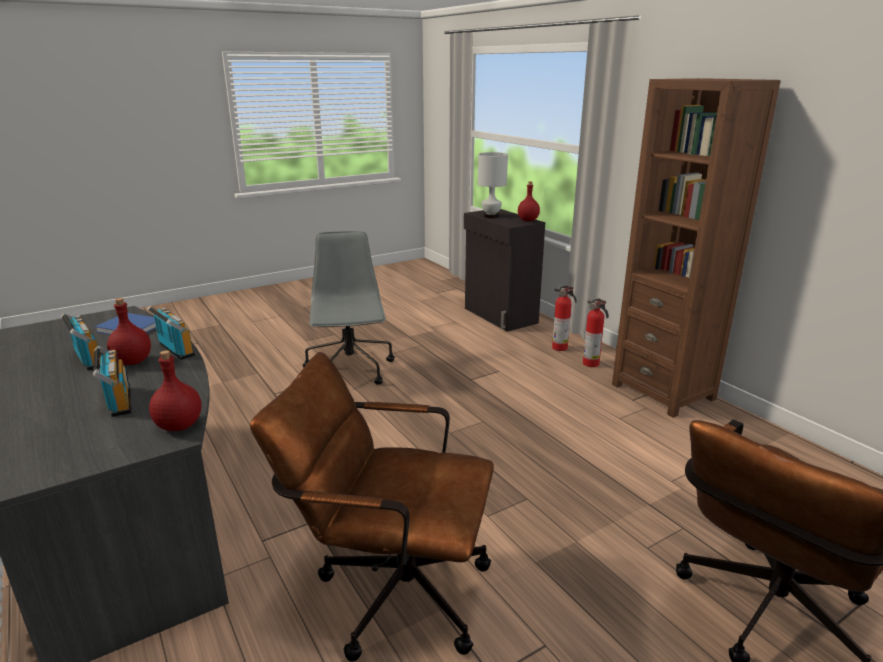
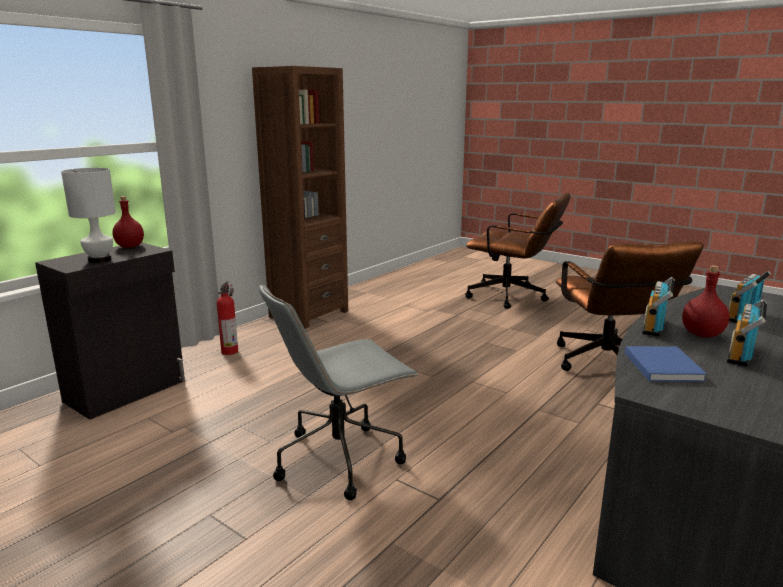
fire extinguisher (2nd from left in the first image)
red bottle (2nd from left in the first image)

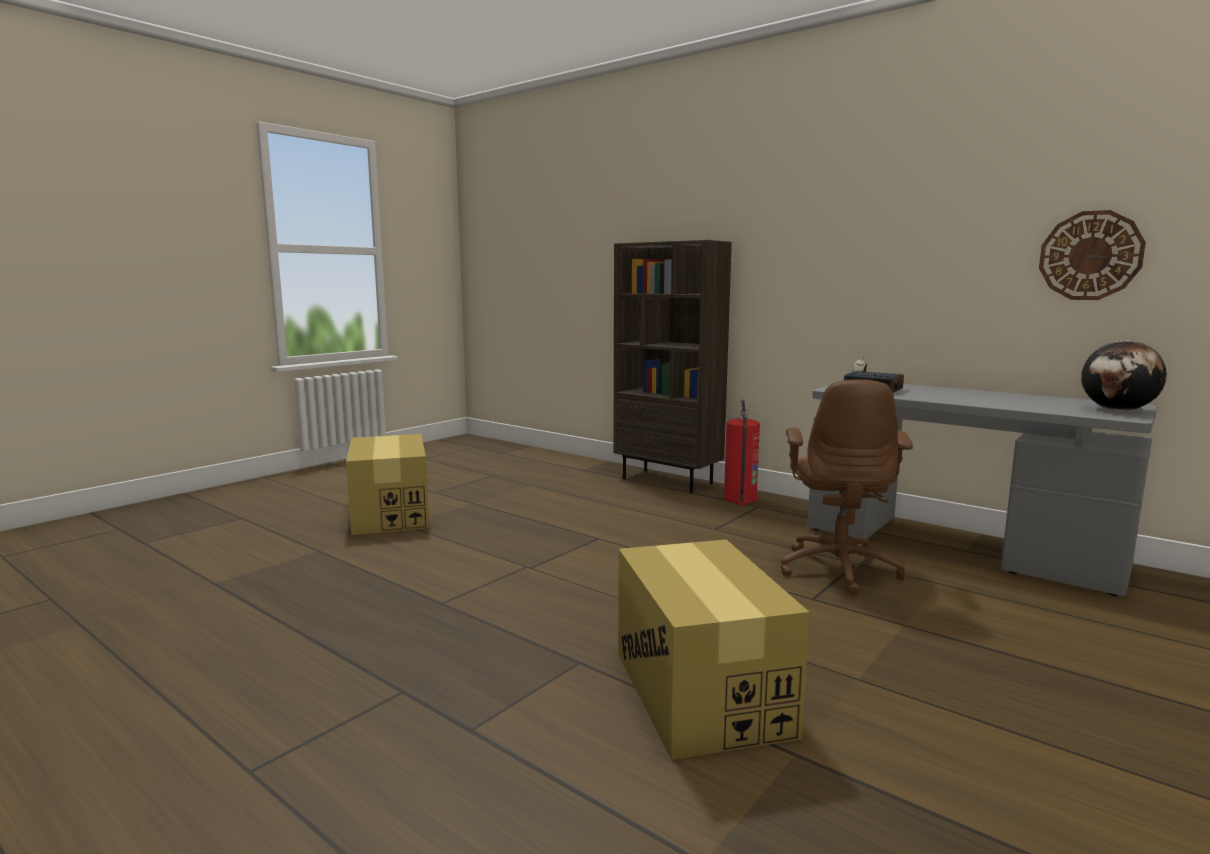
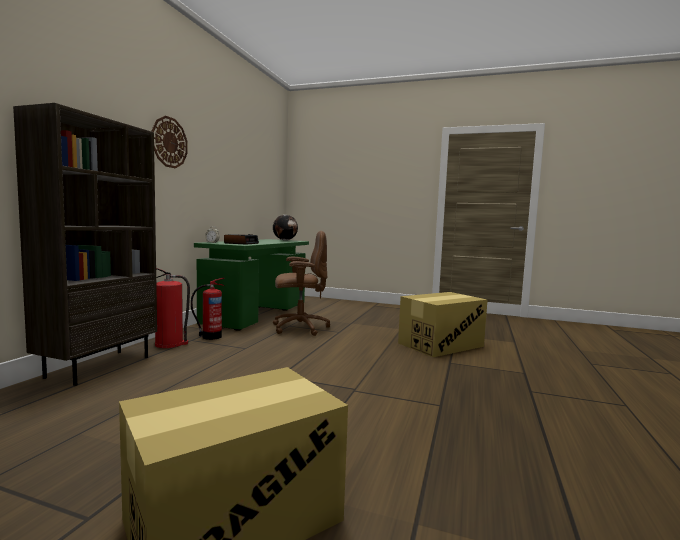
wall clock
green desk
fire extinguisher (2nd from left)

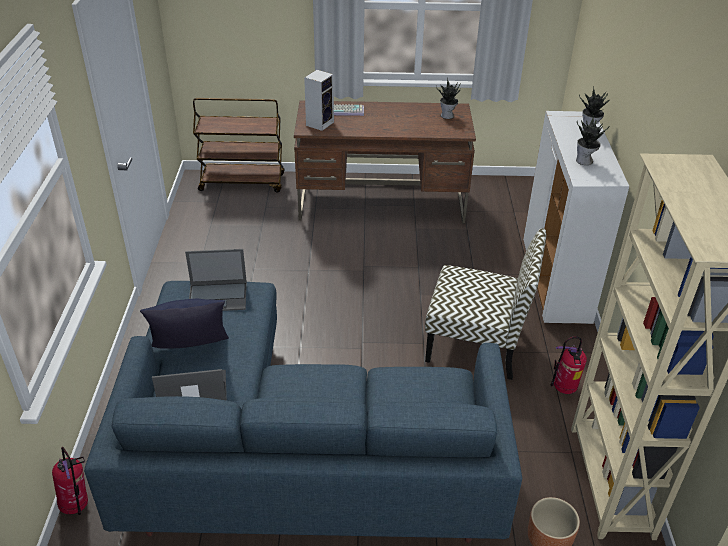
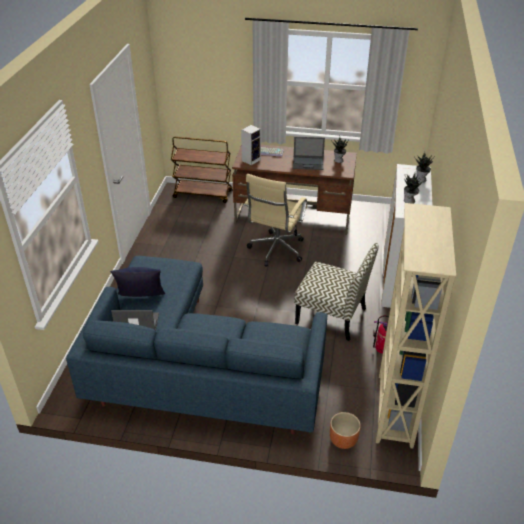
laptop (2nd from left)
fire extinguisher (1st from left in the first image)
beige office chair

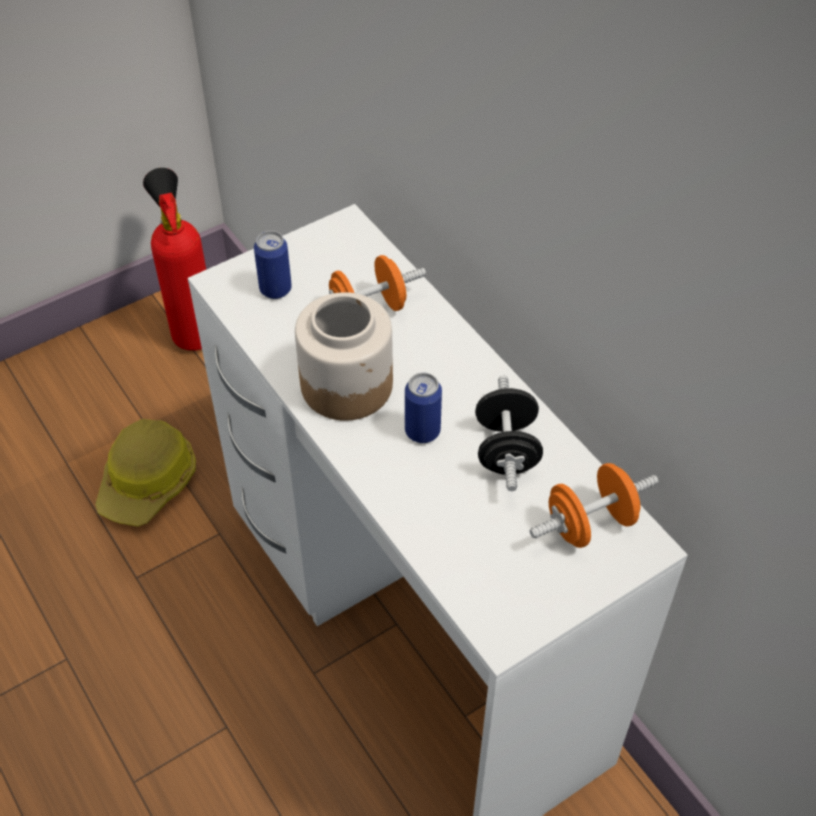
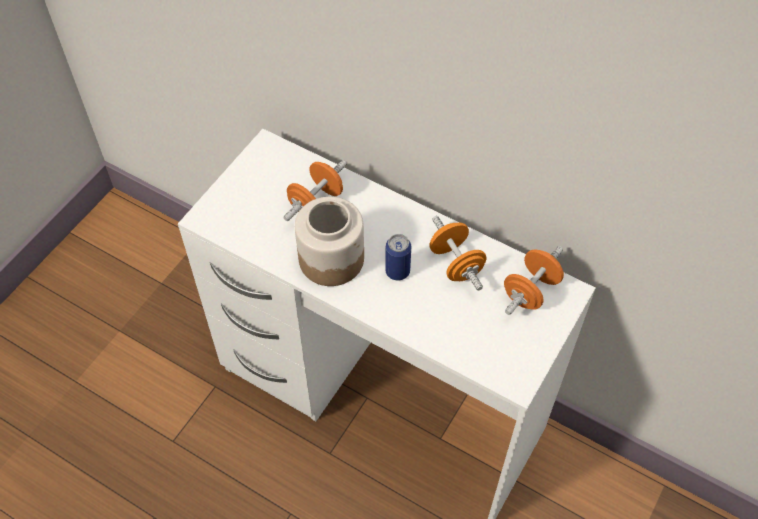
fire extinguisher
can (1st from left in the first image)
orange dumbbell (2nd from left)
hard hat

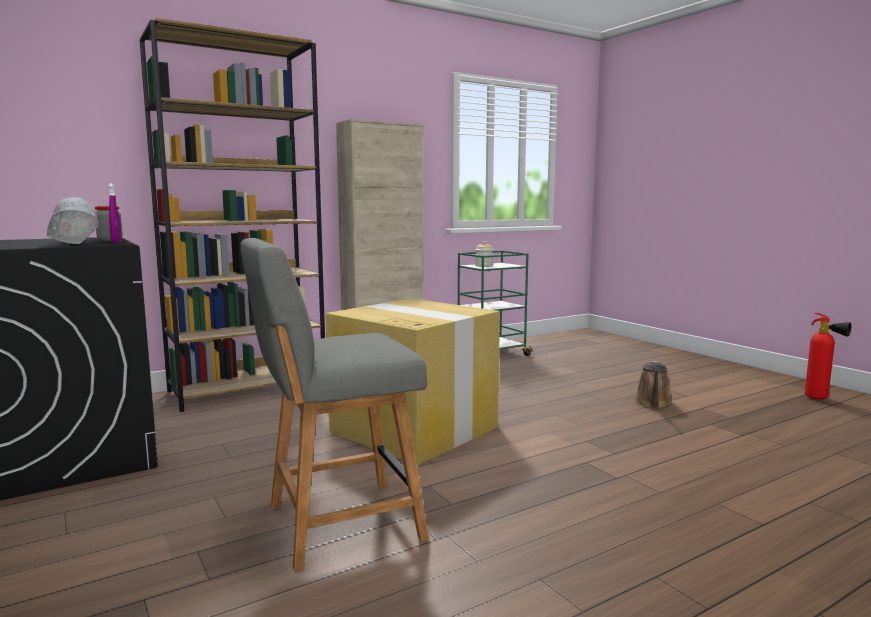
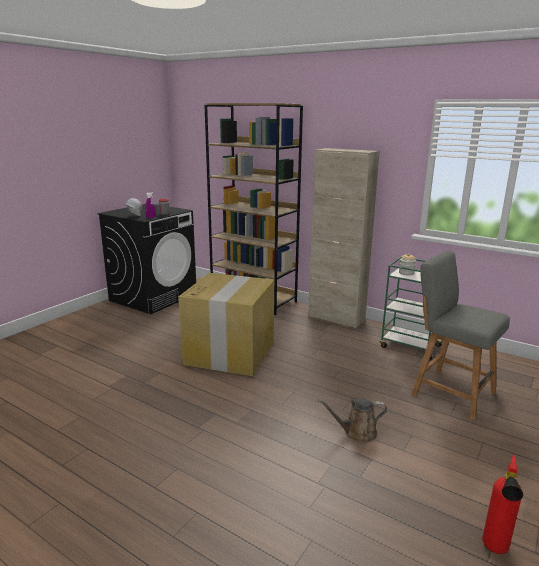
grey chair

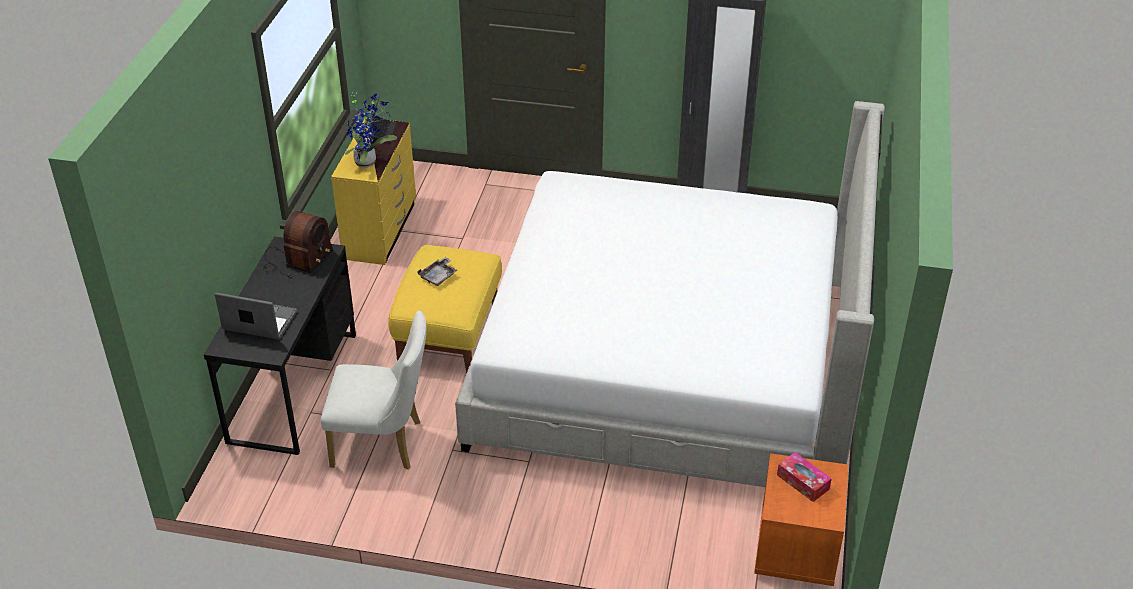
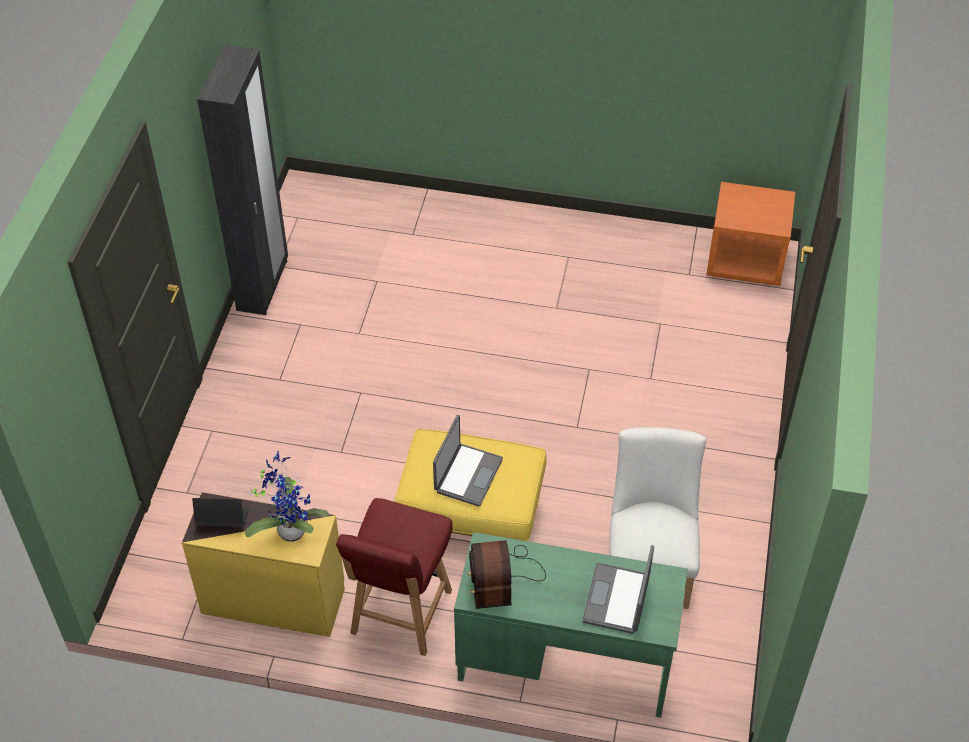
bed
radio
green desk
laptop (2nd from left)
tissue box
red chair

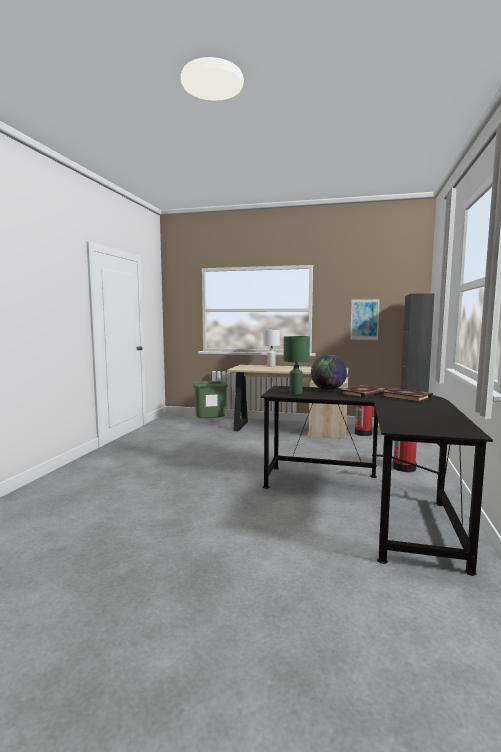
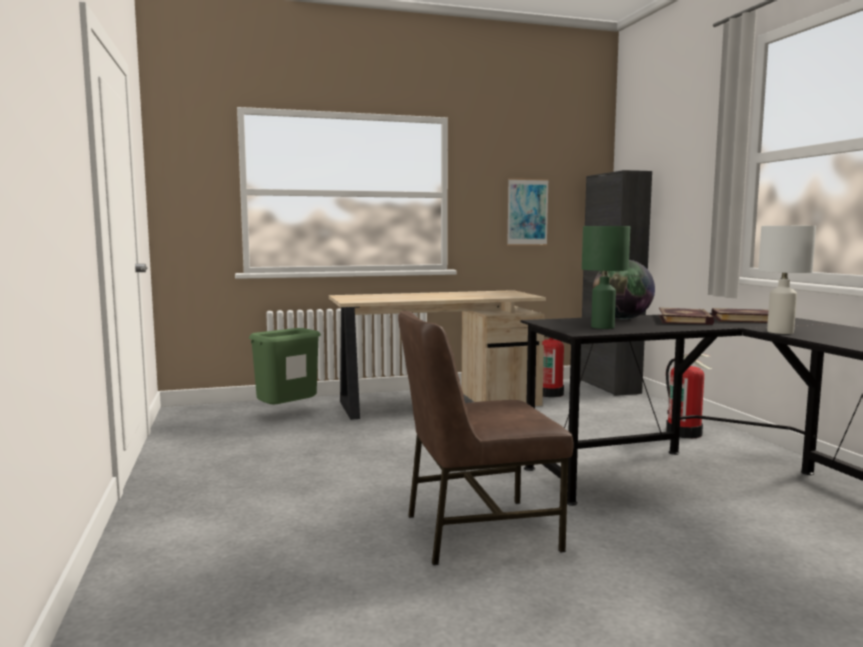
white table lamp
brown chair

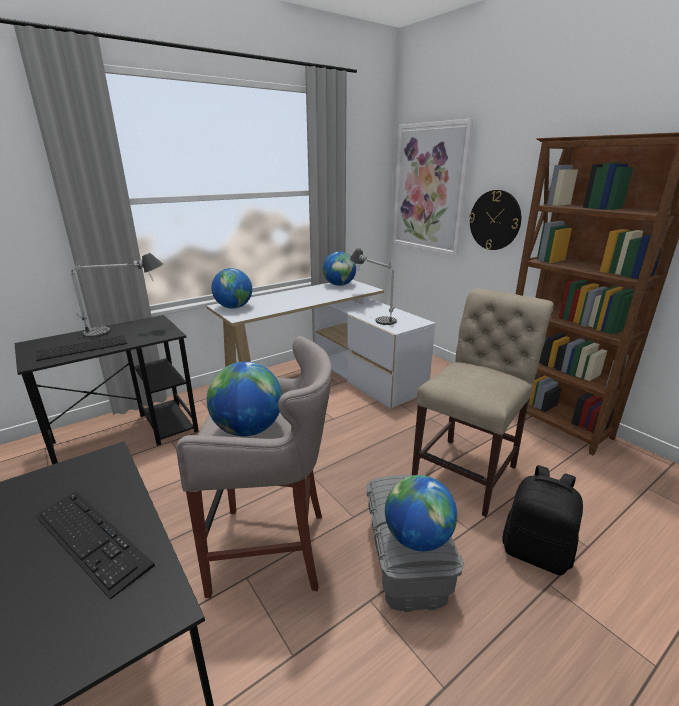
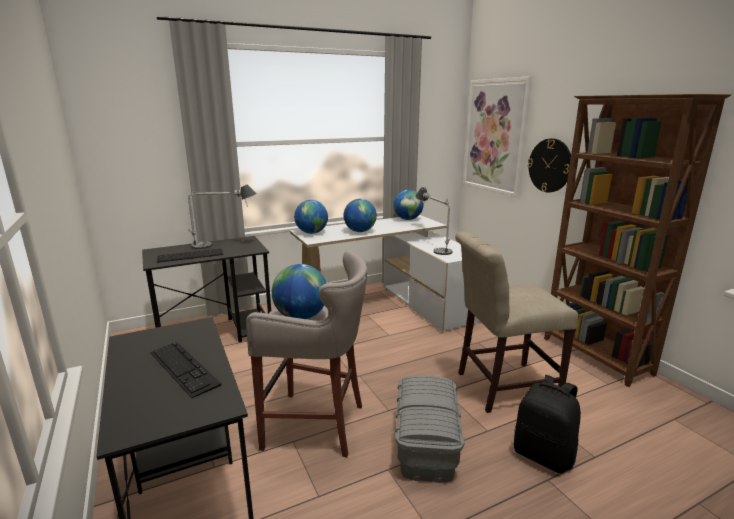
beige chair
globe (3rd from left)

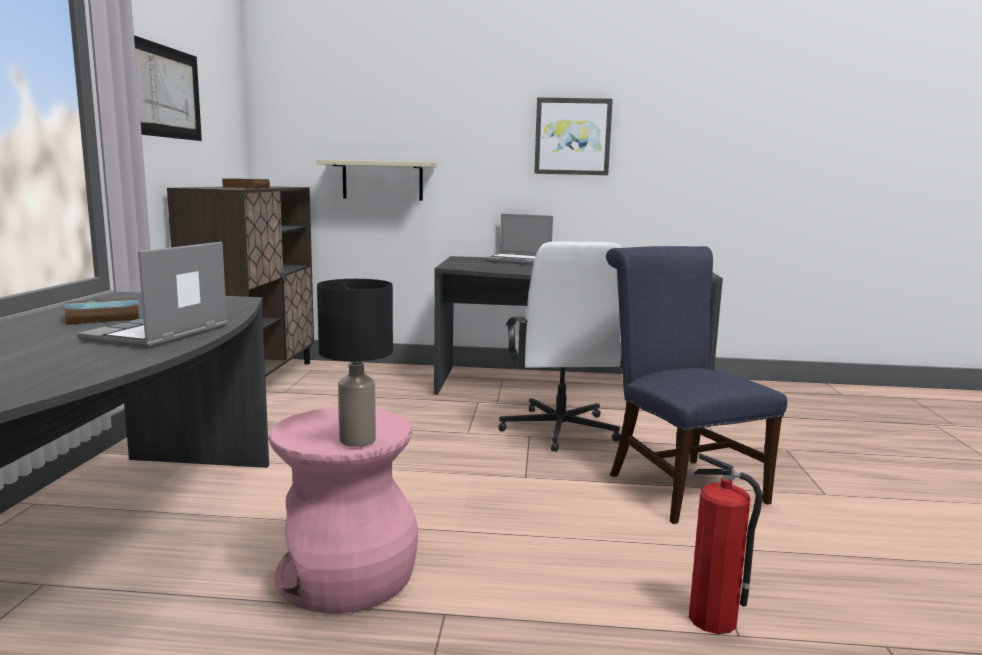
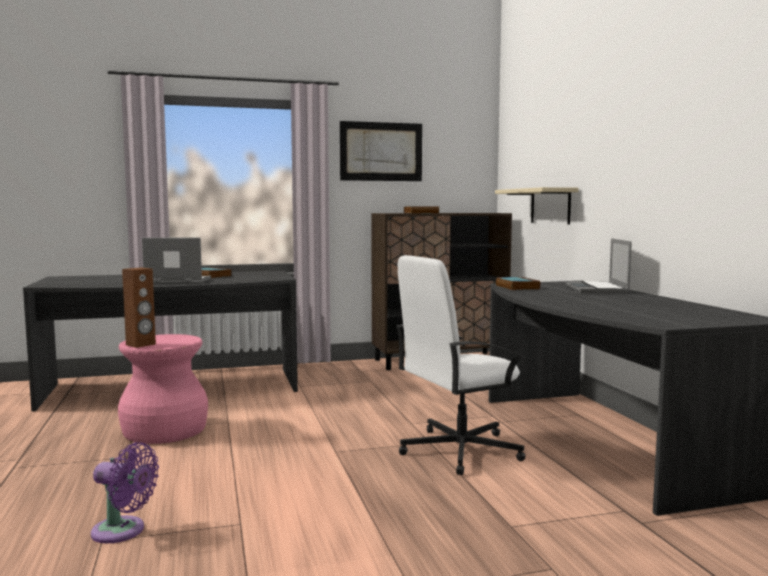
picture (2nd from left in the first image)
blue chair
brown speaker
purple fan
book (3rd from left)

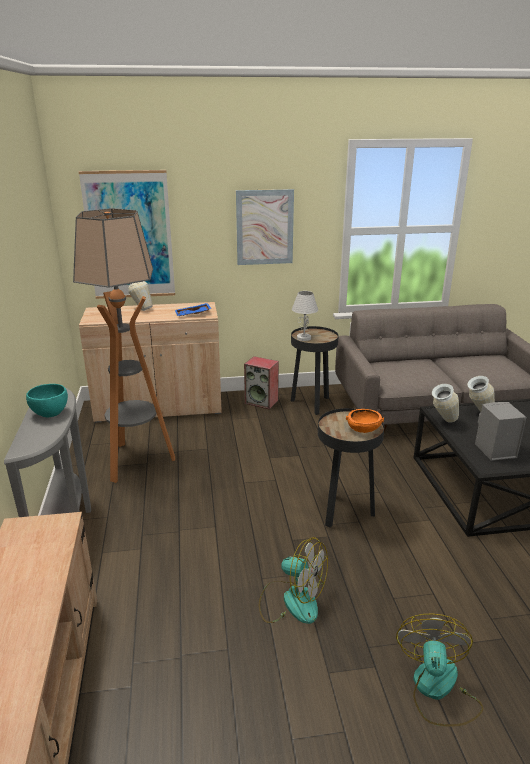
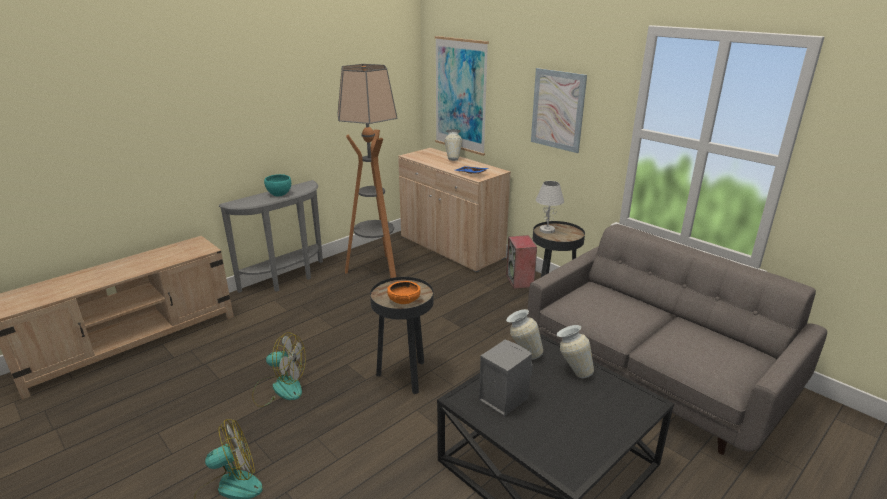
fan (2nd from left)

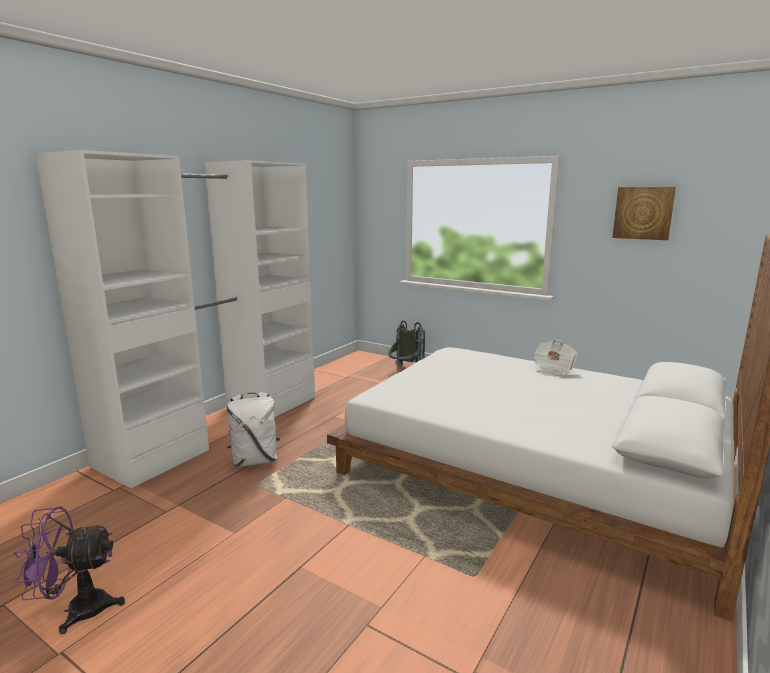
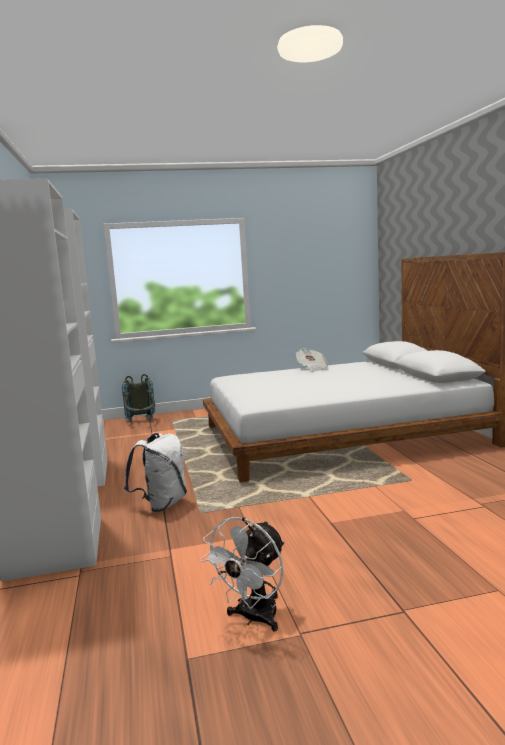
picture
white fan

